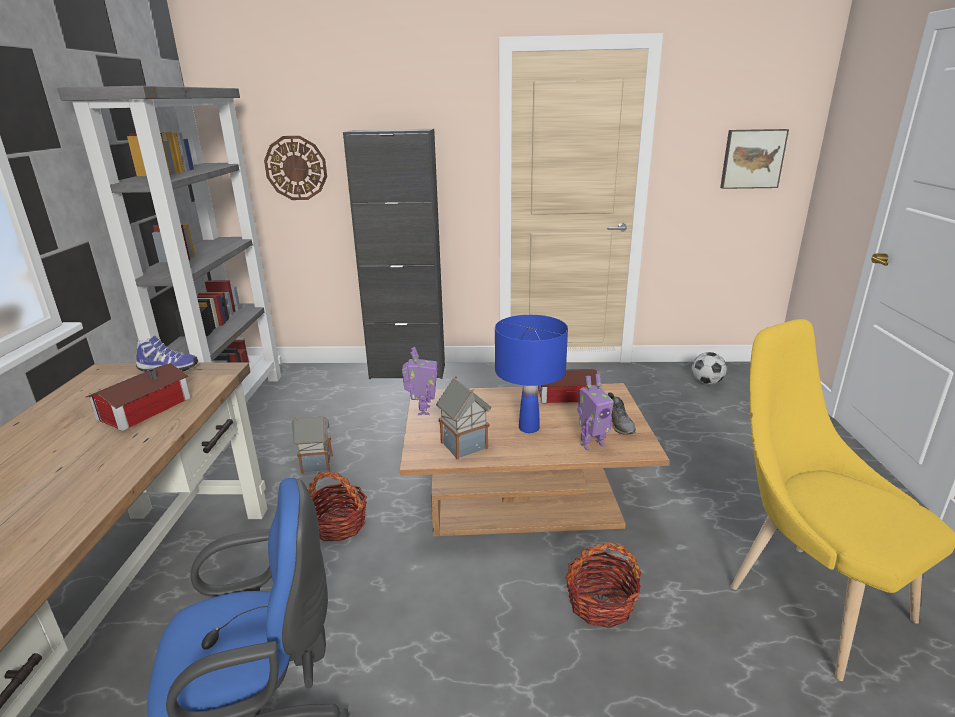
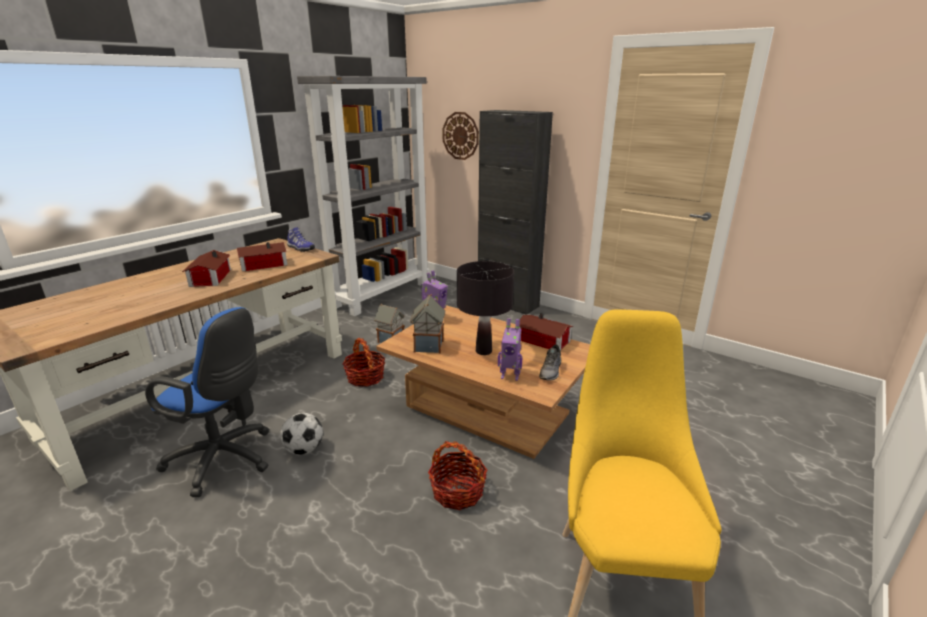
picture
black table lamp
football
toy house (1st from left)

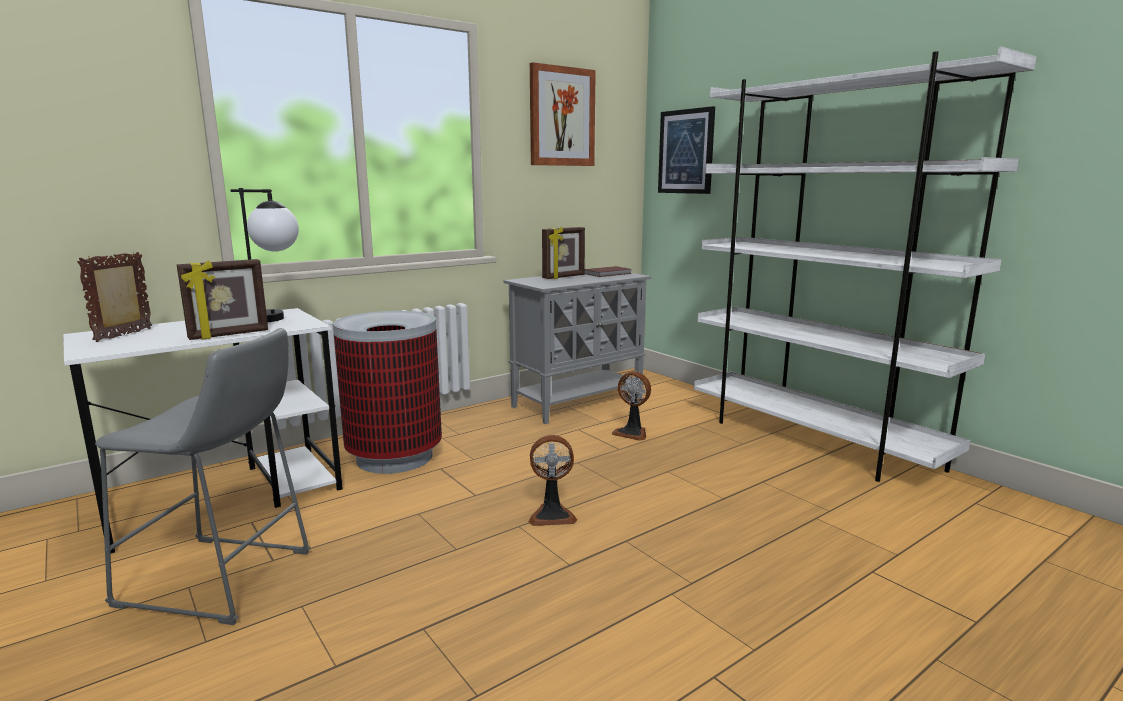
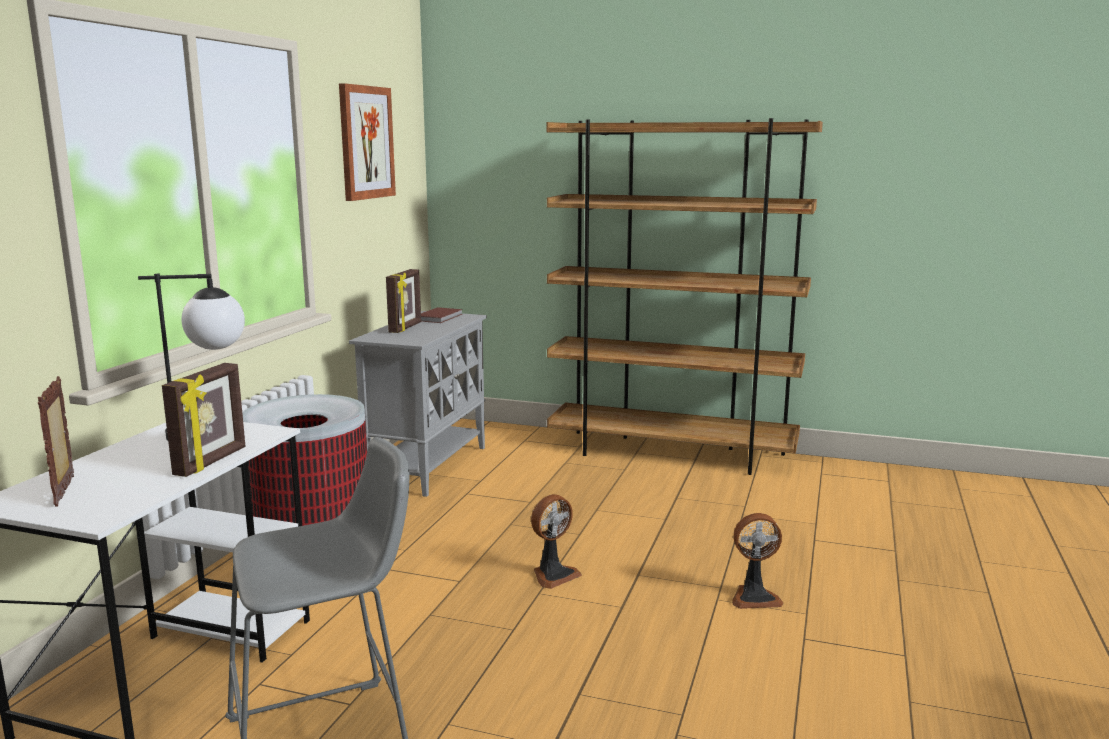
brown bookcase
picture (2nd from left in the first image)
fan (2nd from left)

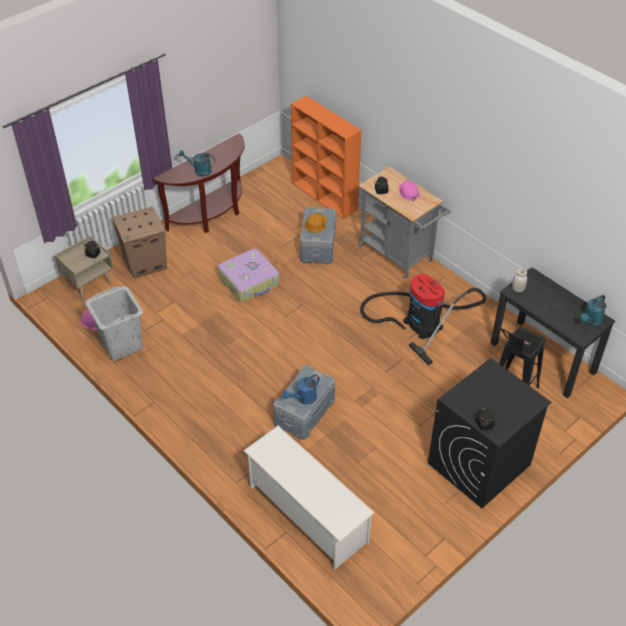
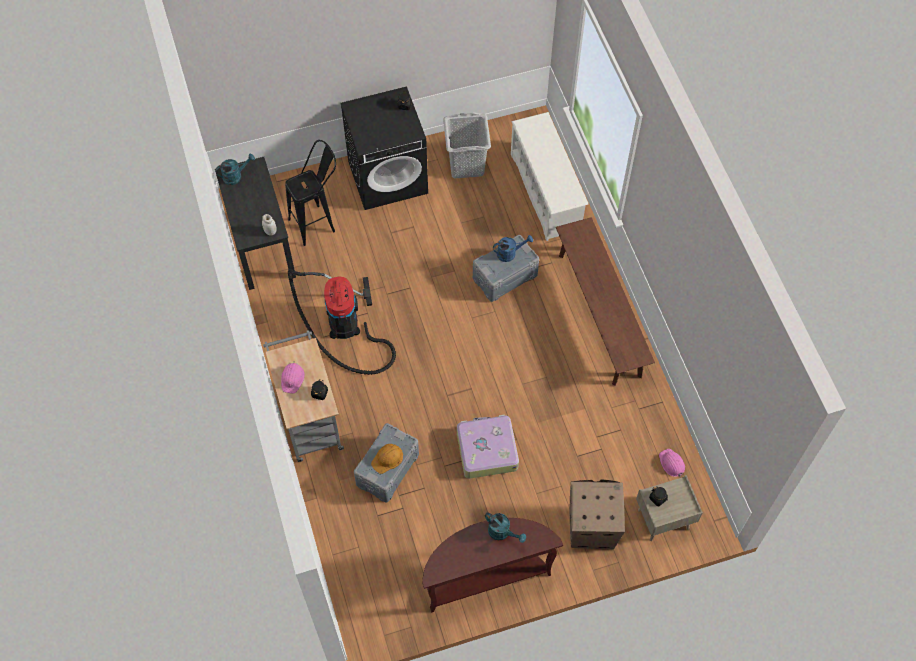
orange bookcase
grey laundry basket
brown bench

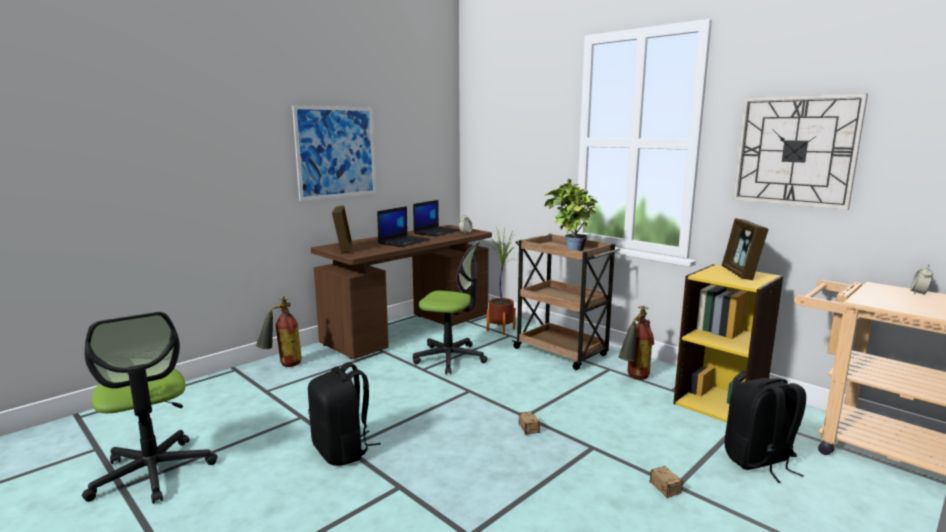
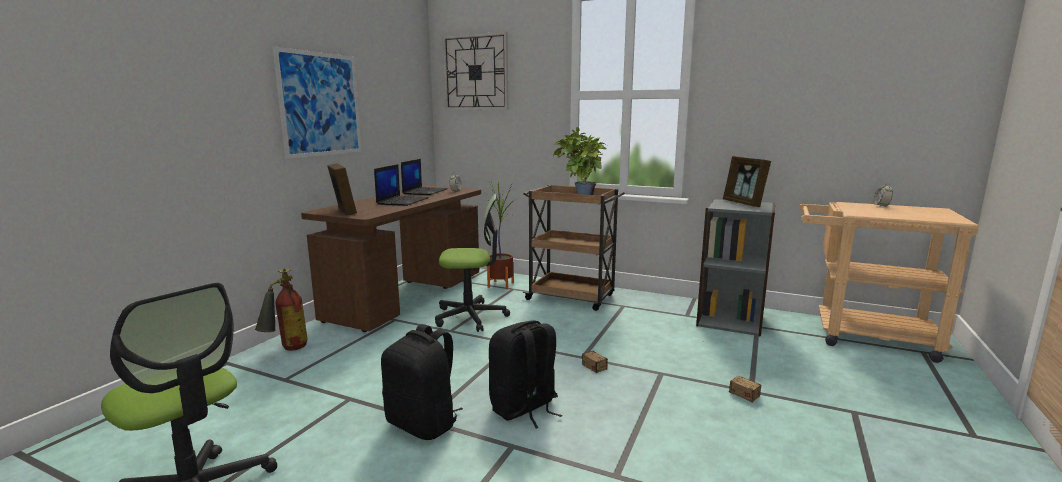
wall clock
grey bookcase
fire extinguisher (2nd from left in the first image)
black backpack (2nd from left)

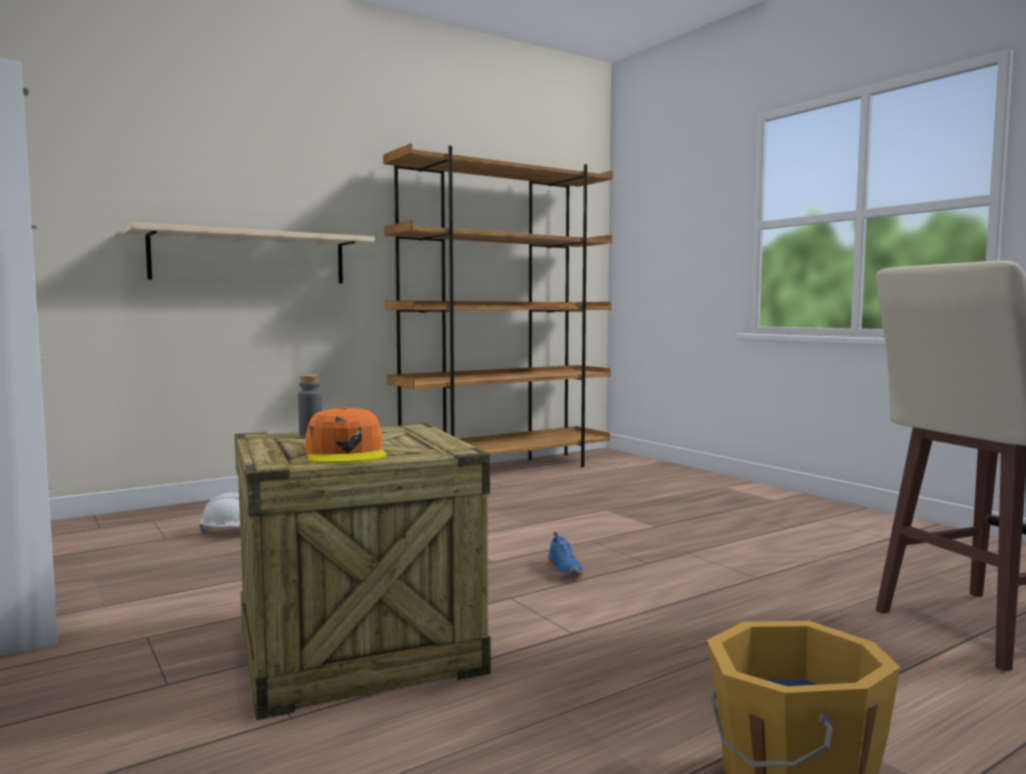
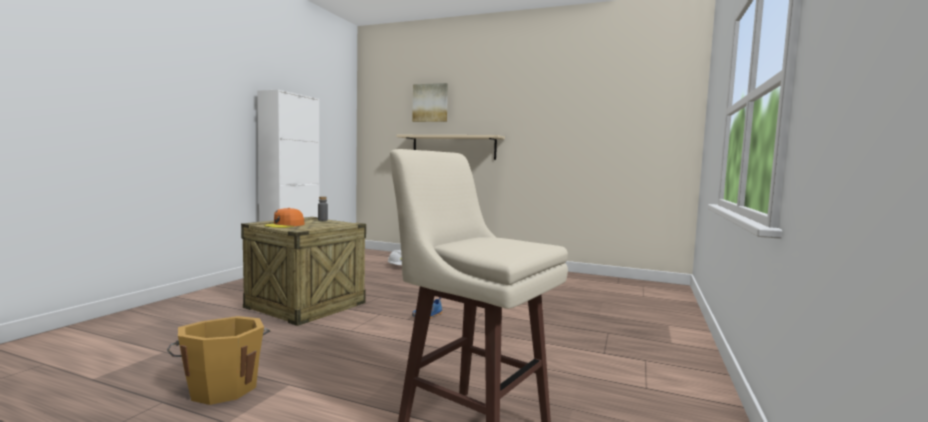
brown bookcase
picture

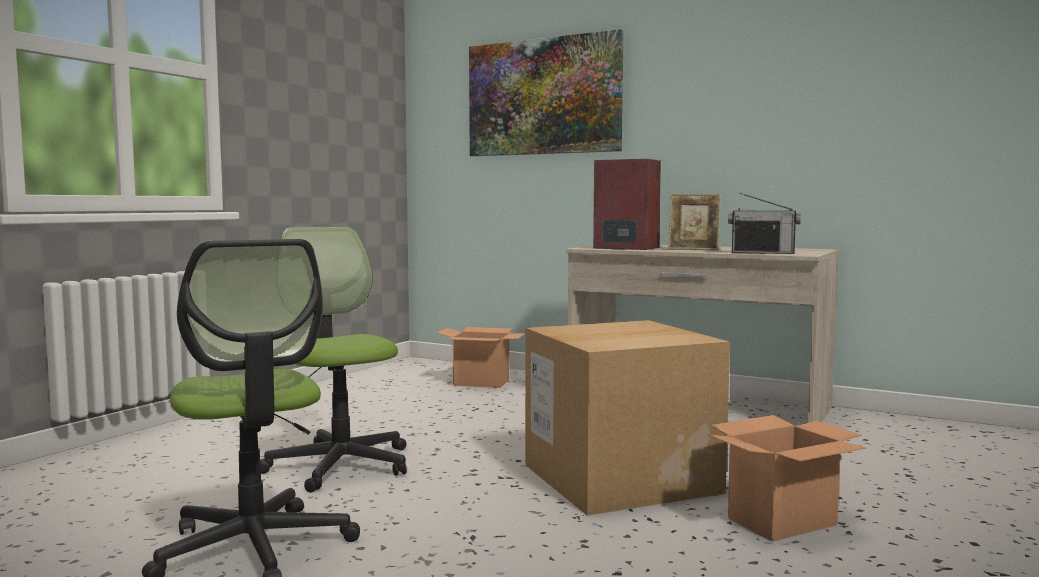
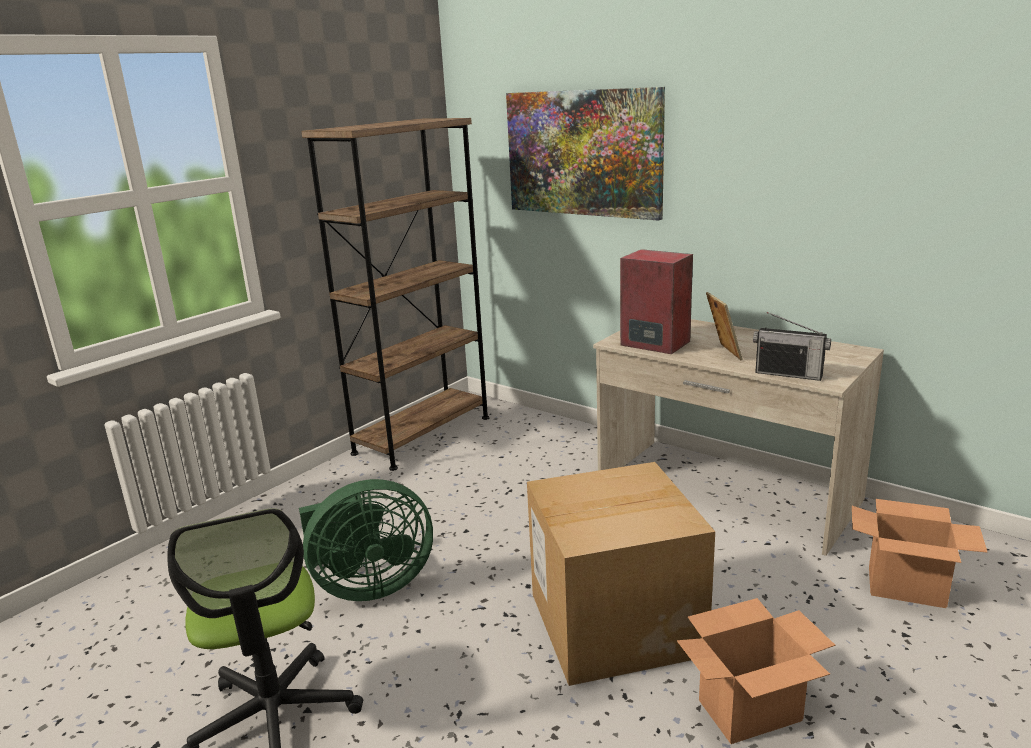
picture frame
green fan
cardboard box (3rd from left)
brown bookcase

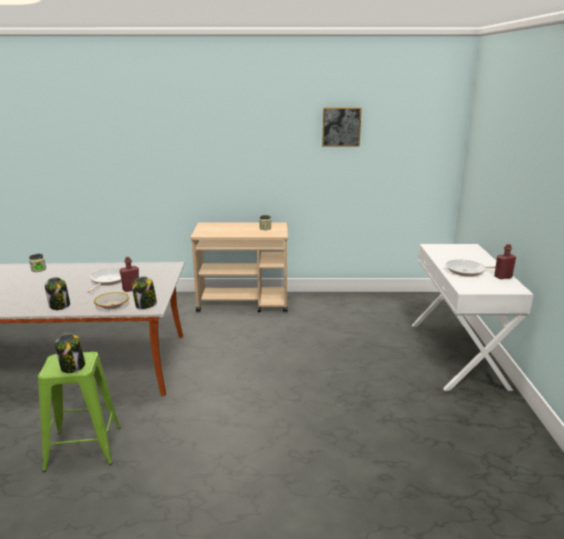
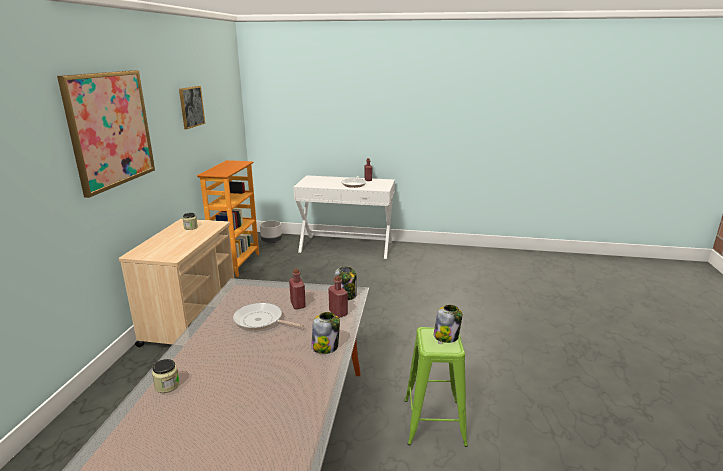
red bottle (2nd from left)
picture (1st from left)
bookcase
grey planter

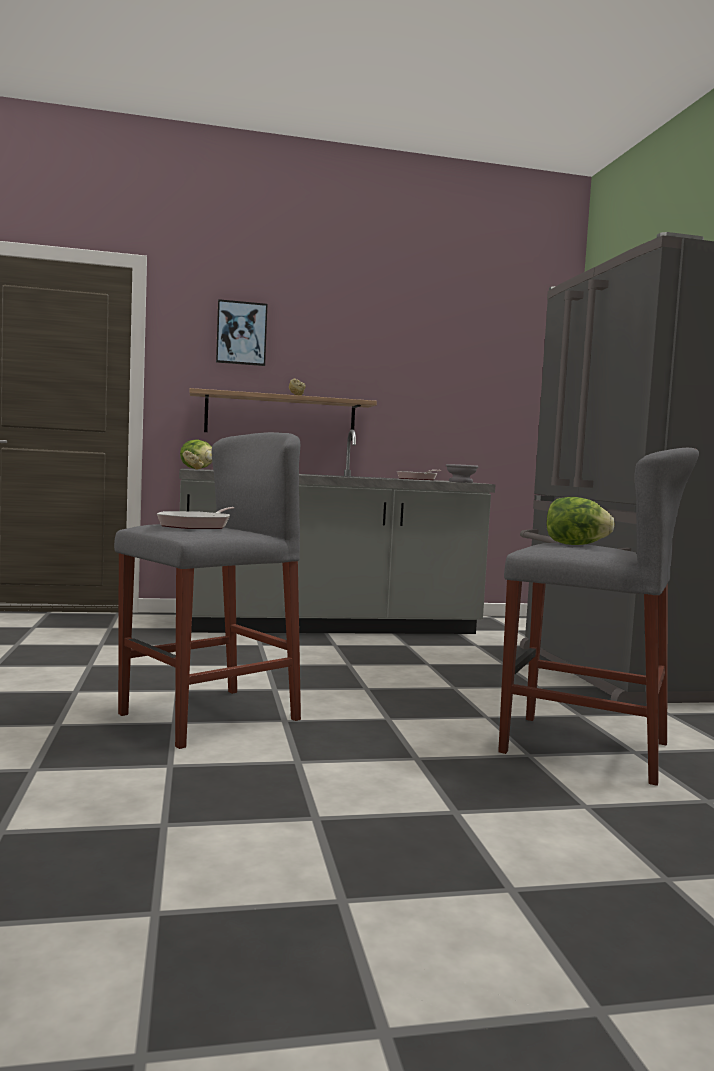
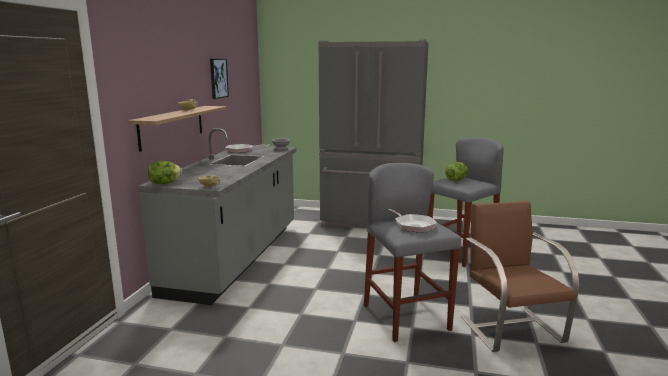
picture
brown chair

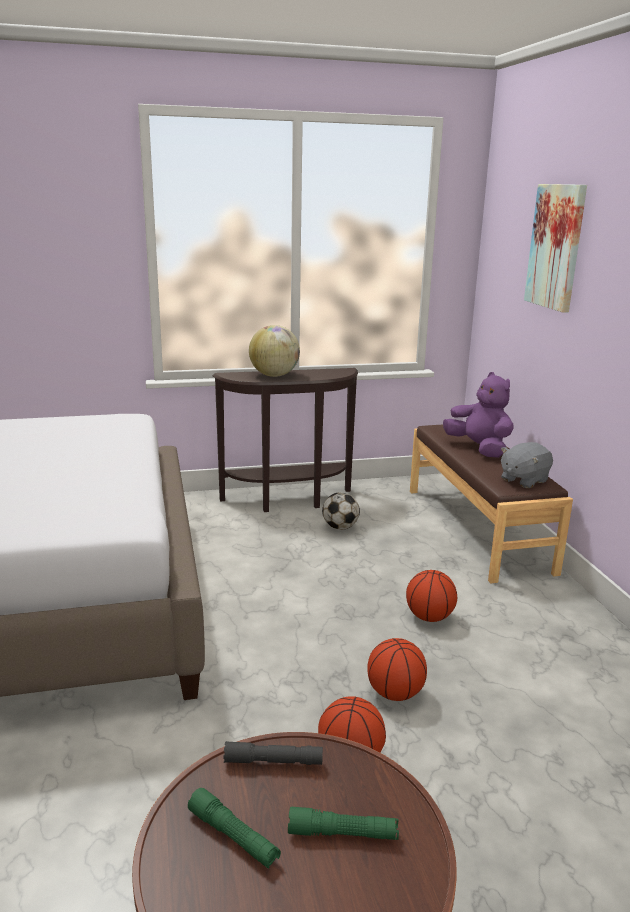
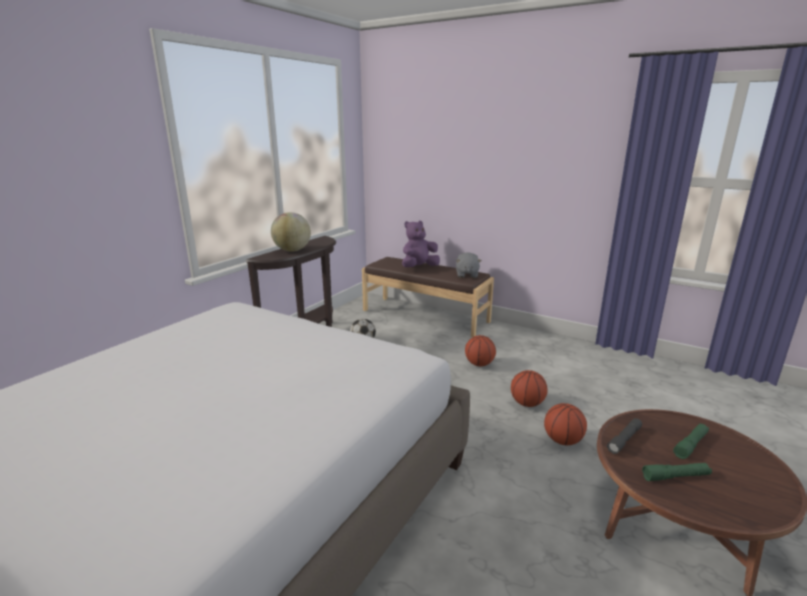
picture
purple plush toy

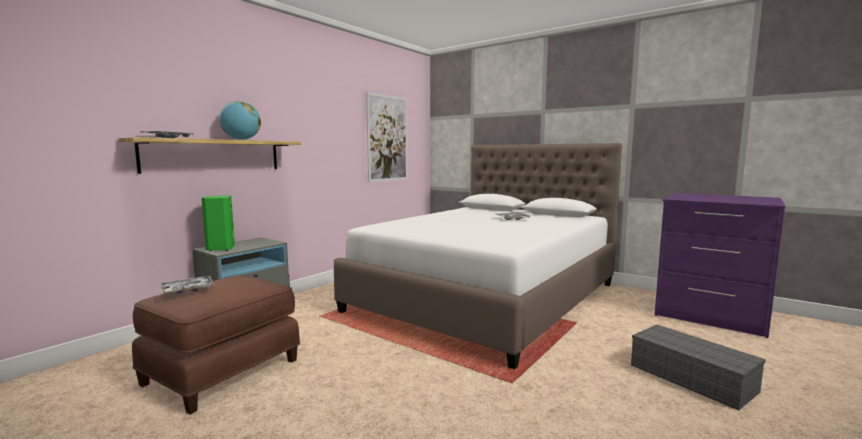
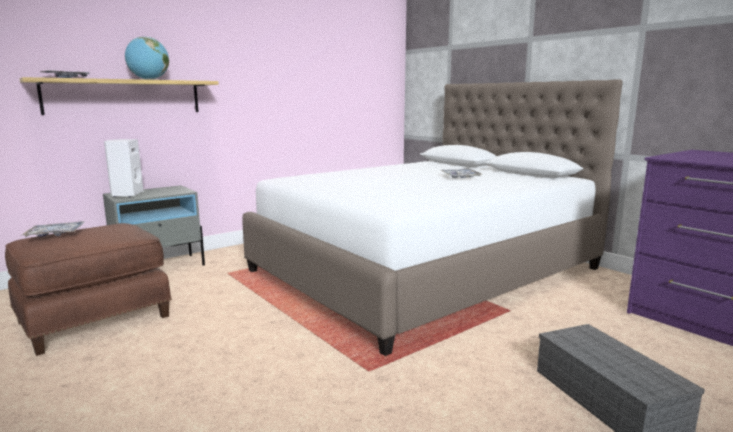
picture
white speaker

